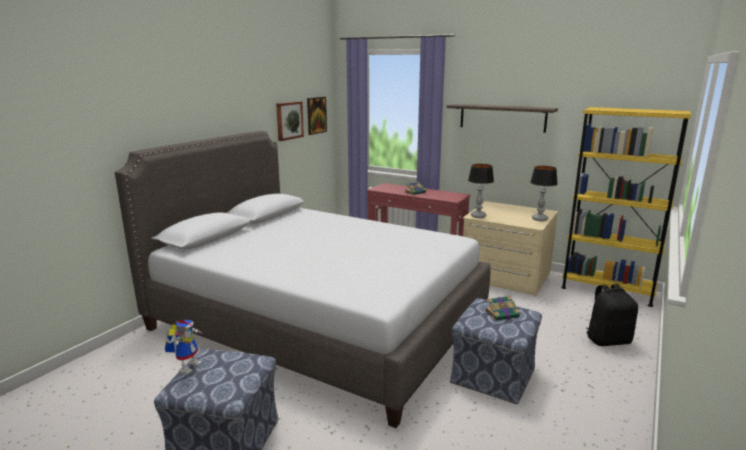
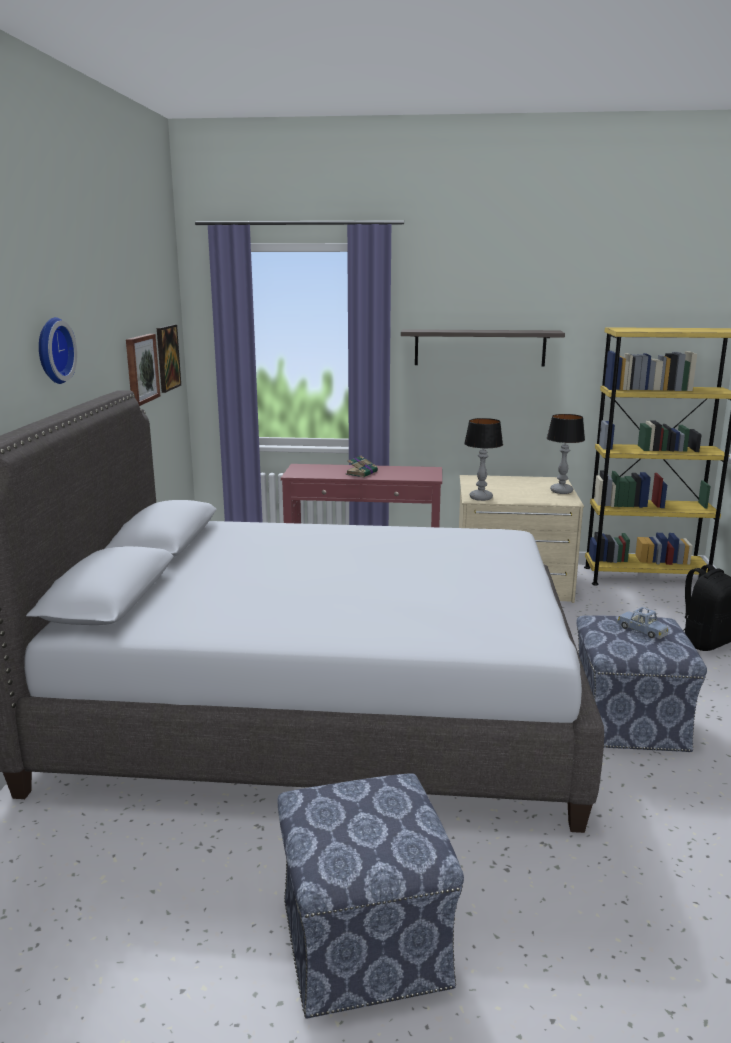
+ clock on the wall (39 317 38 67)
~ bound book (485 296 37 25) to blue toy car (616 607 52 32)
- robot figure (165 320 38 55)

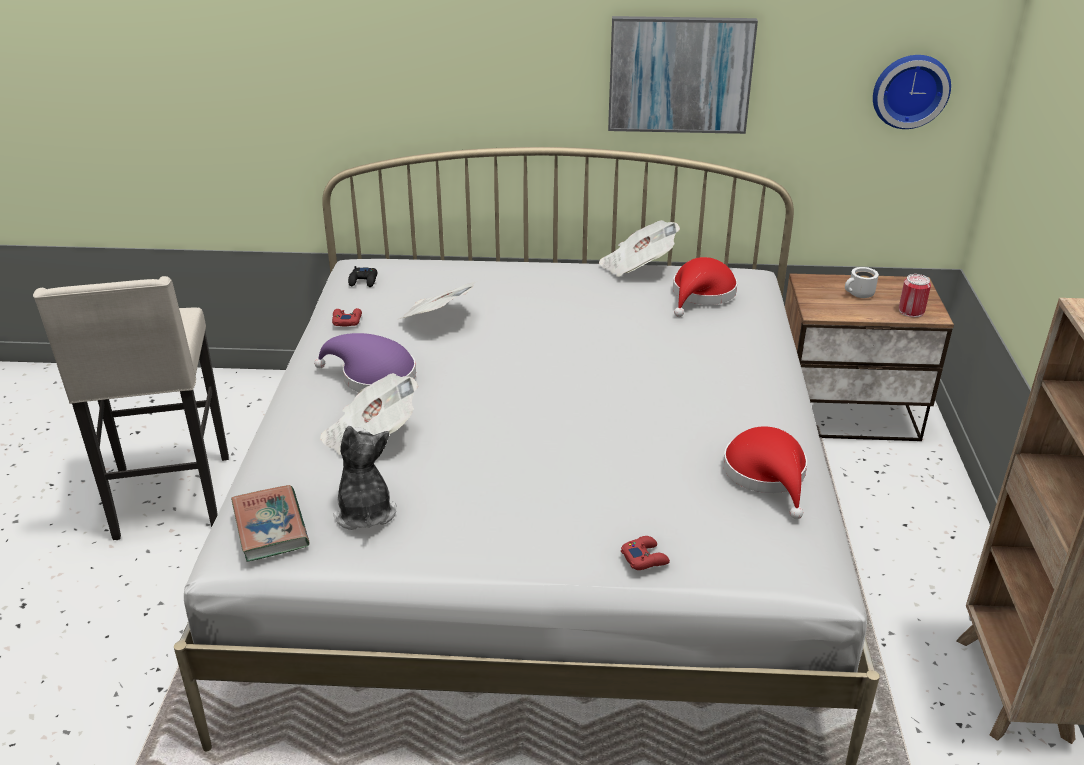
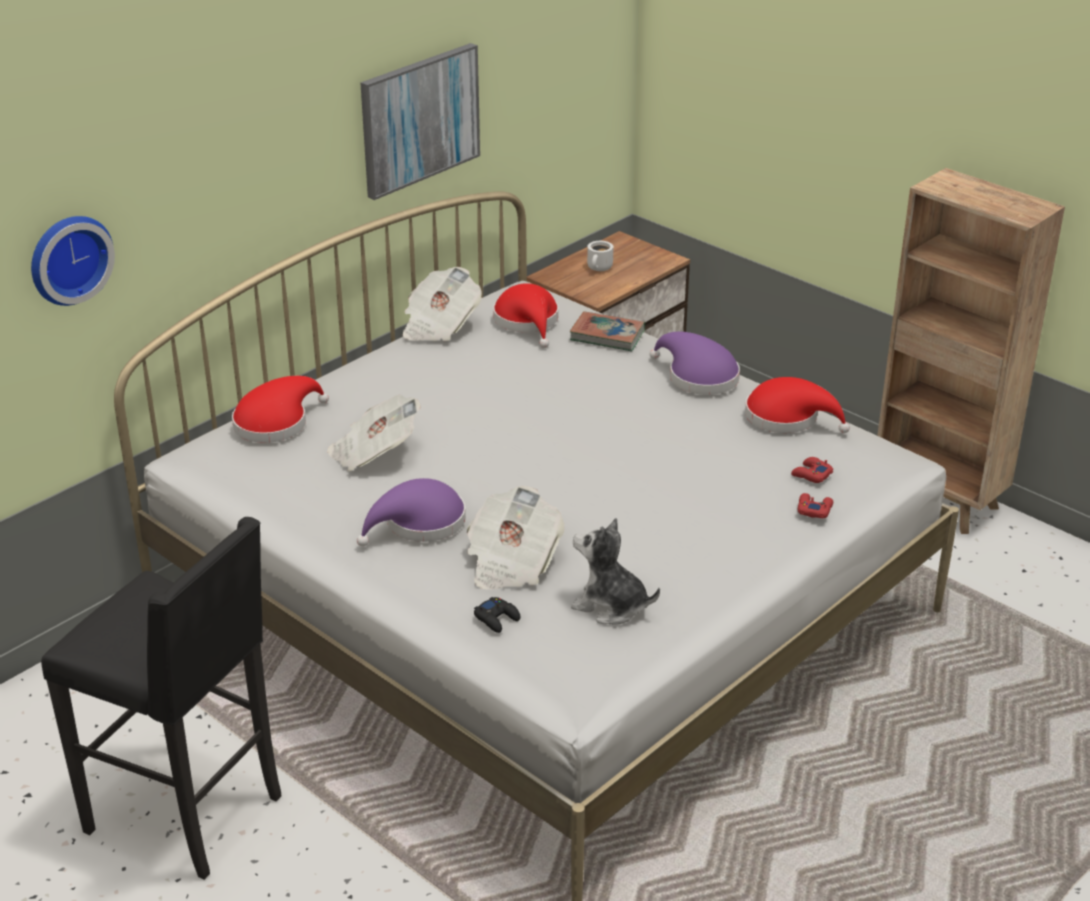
~ clock on the wall (873 55 78 74) to (31 216 84 90)
~ beige-coloured stool (33 276 196 264) to black-coloured stool (41 517 240 363)
+ red-coloured hat (232 376 97 67)
~ black-coloured joypad (348 266 29 21) to (474 597 46 36)
~ bound book (231 485 78 77) to (570 311 75 40)
+ purple-coloured hat (650 332 90 63)
~ red-coloured joypad (332 308 30 19) to (791 457 42 26)
- sealed can (899 274 32 43)

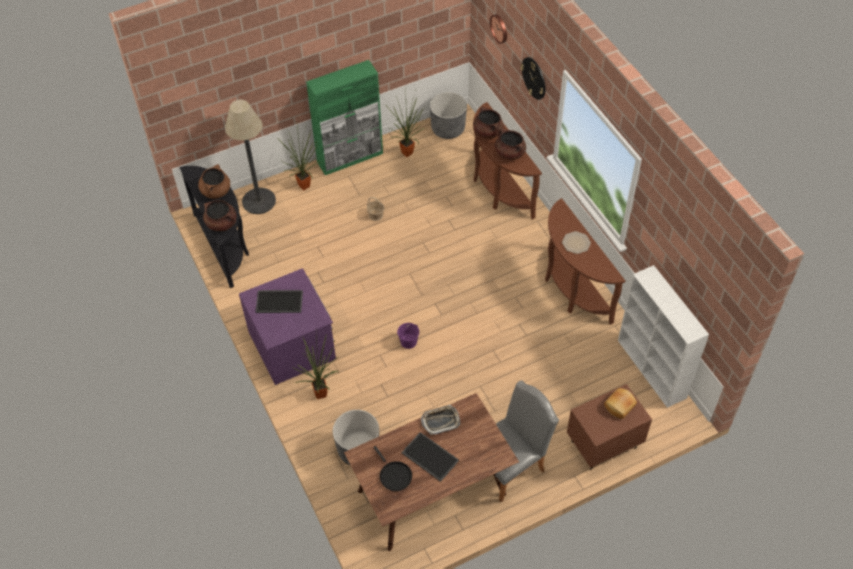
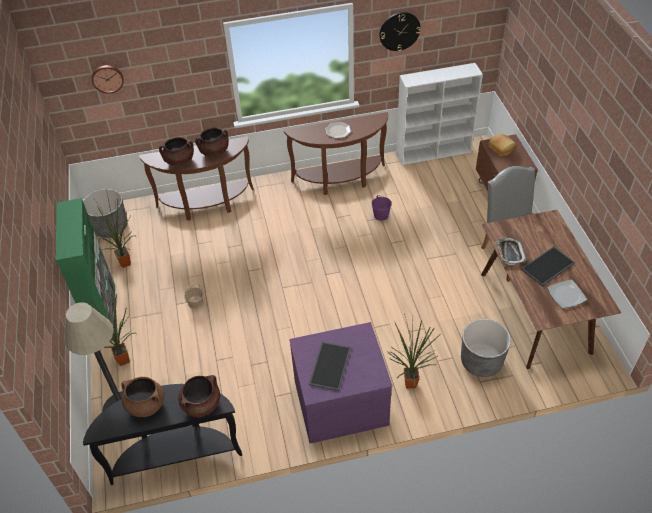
~ purple-coloured water bucket (397 323 22 26) to (372 196 20 25)
~ clock on the wall (521 57 25 43) to (379 12 42 39)
~ black-coloured skillet (373 446 39 45) to flat dish (547 280 40 28)

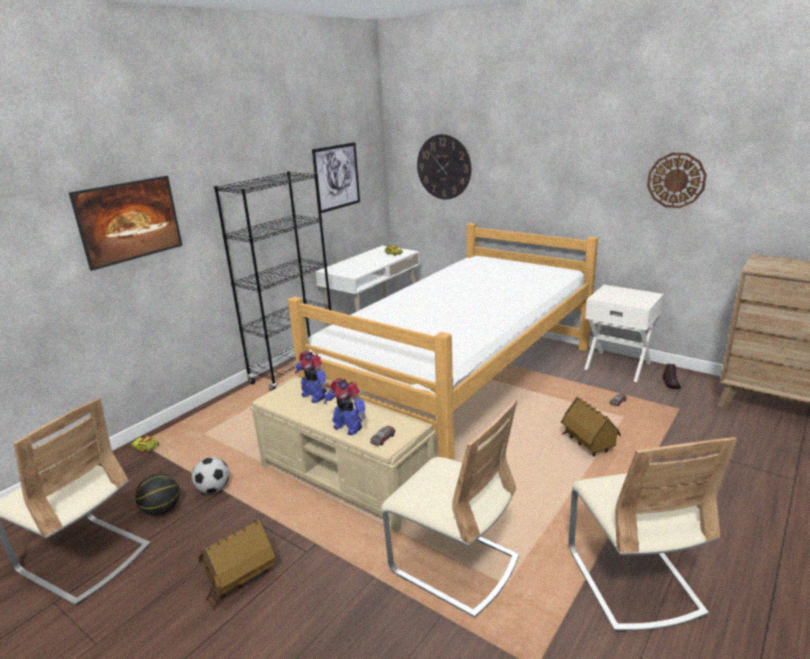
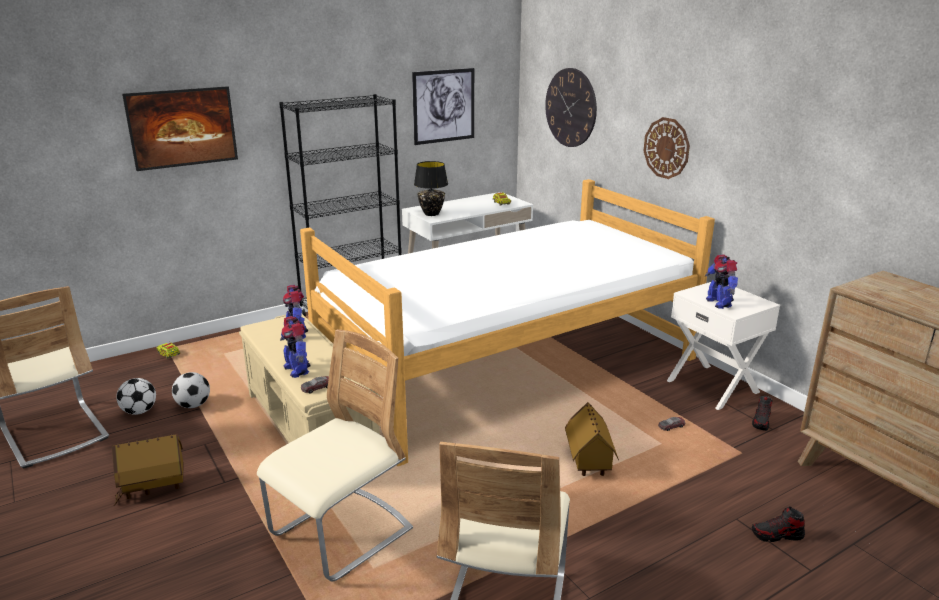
~ basketball ball (135 473 45 43) to football (116 378 40 37)
~ beige-coloured upright chair (381 400 138 218) = (257 329 156 252) 105 degrees counterclockwise
+ black-coloured table lamp (414 161 34 55)
~ clock on the wall (647 153 60 55) to (644 117 46 62)
+ robot figure (705 255 33 54)
+ shoe (752 506 53 36)

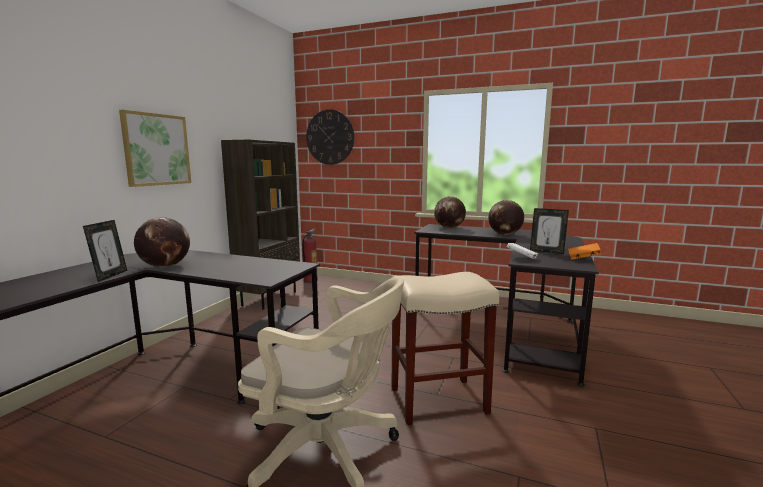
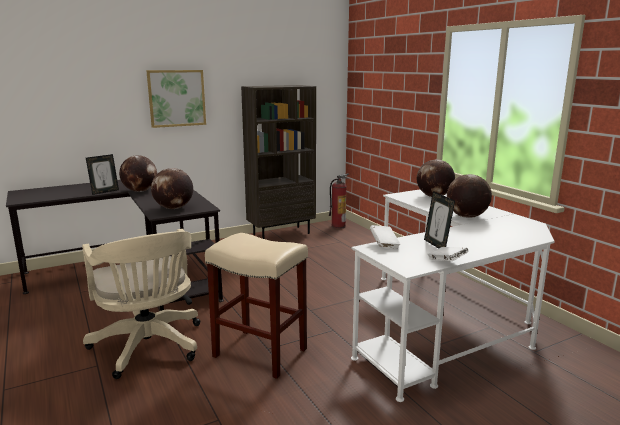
+ desk globe (151 168 42 41)
~ black-coloured desk unit (414 224 185 163) to whitish desk unit (351 189 203 213)
~ orange bound book (568 243 33 17) to whitish bound book (427 247 42 14)
- clock on the wall (306 109 48 56)

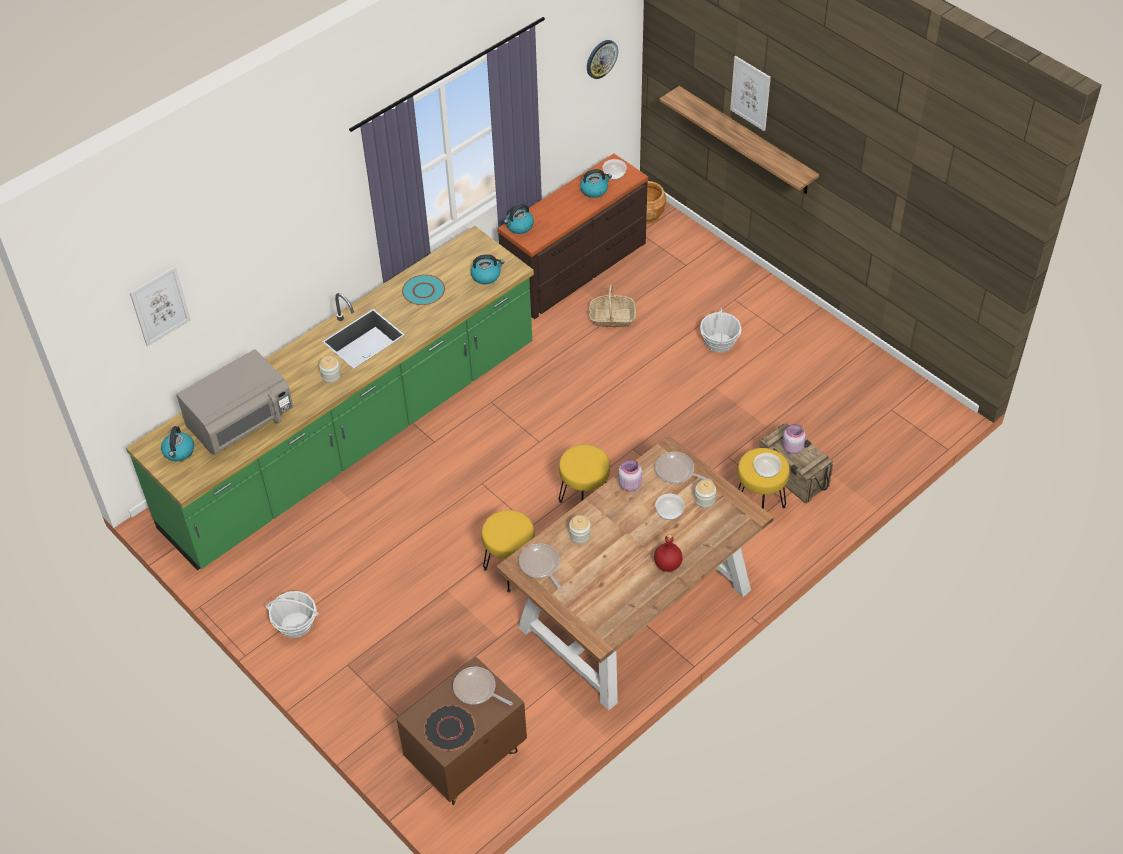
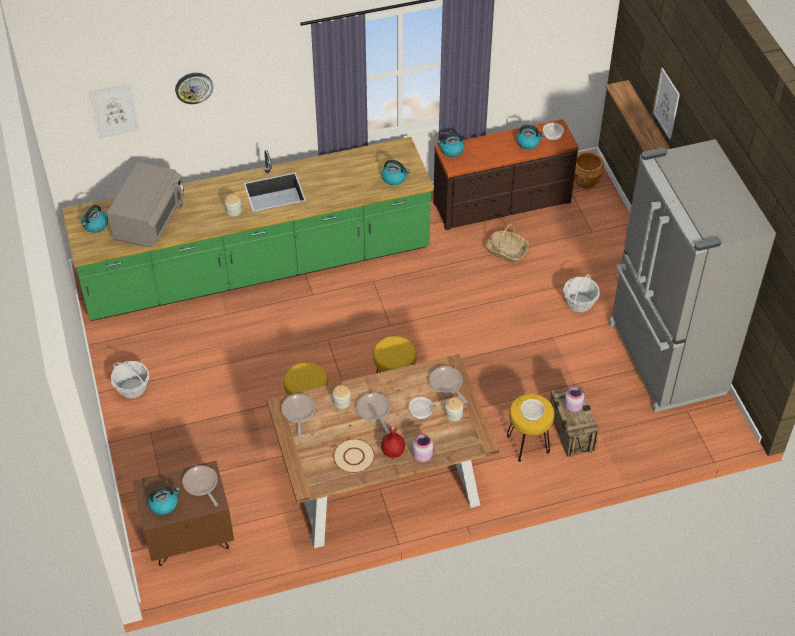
~ greyish kitchen microwave (176 349 117 106) = (107 162 77 86) 60 degrees counterclockwise
~ black-coloured flat dish (424 705 52 46) to tea kettle (148 487 32 28)
~ clock on the wall (587 40 31 39) to (175 73 38 31)
+ beige-coloured flat dish (333 439 42 34)
+ skillet (356 393 35 40)
~ pinkish preserve jar (618 459 24 32) to (412 434 21 28)
+ greyish refrigerator (608 139 168 274)
- turquoise-coloured flat dish (402 274 43 31)

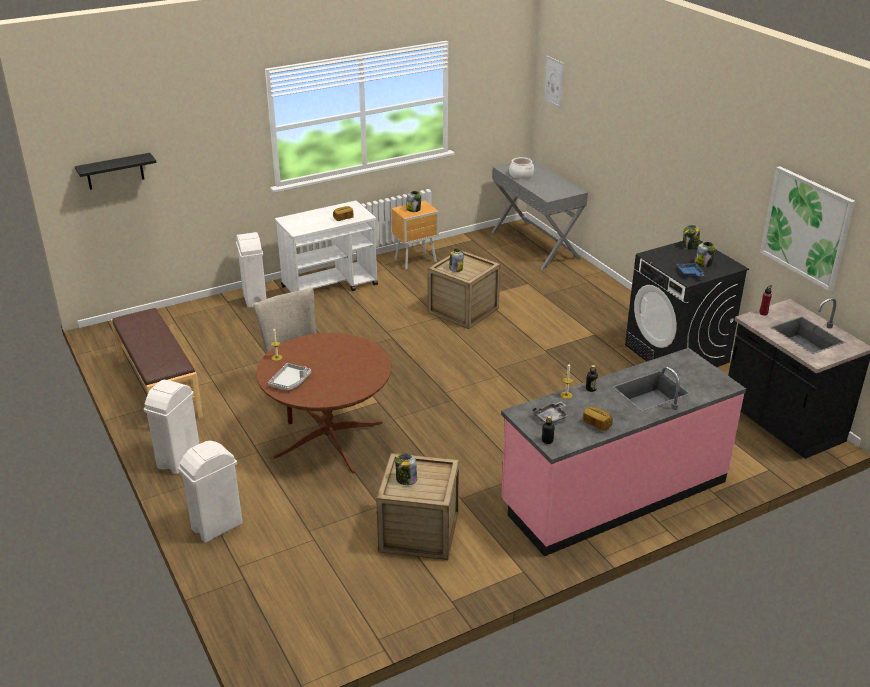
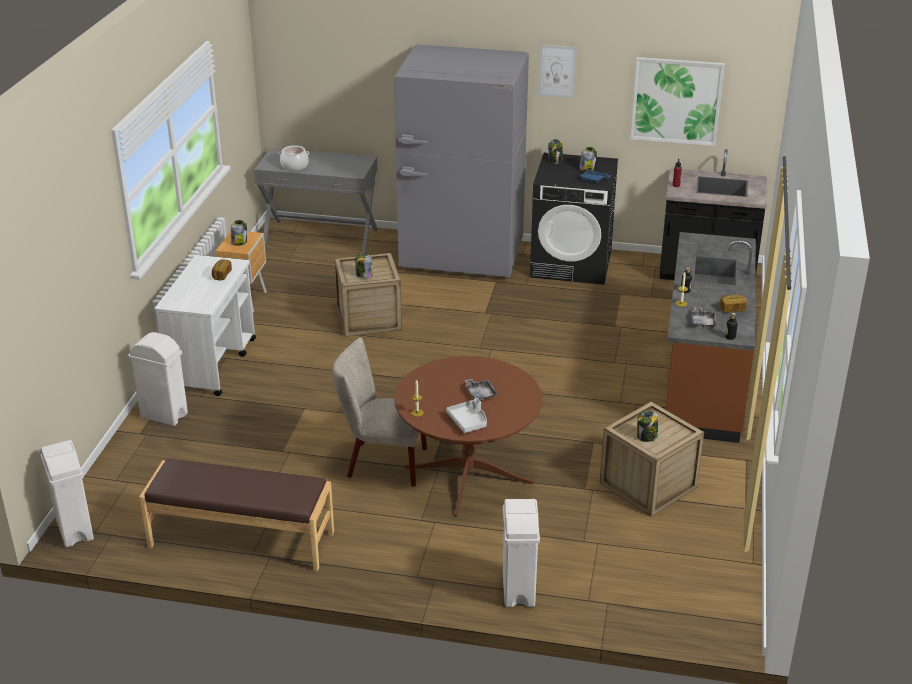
~ whitish rubbish bin (144 380 55 94) to (41 440 53 107)
+ greyish refrigerator (394 44 135 233)
+ greyish serving tray (465 379 33 22)
~ wall picture (543 55 21 54) to (538 45 39 53)
~ pinkish kitchen counter (501 348 245 208) to brownish kitchen counter (666 232 90 211)
- black-coloured bracket shelf (75 153 82 37)

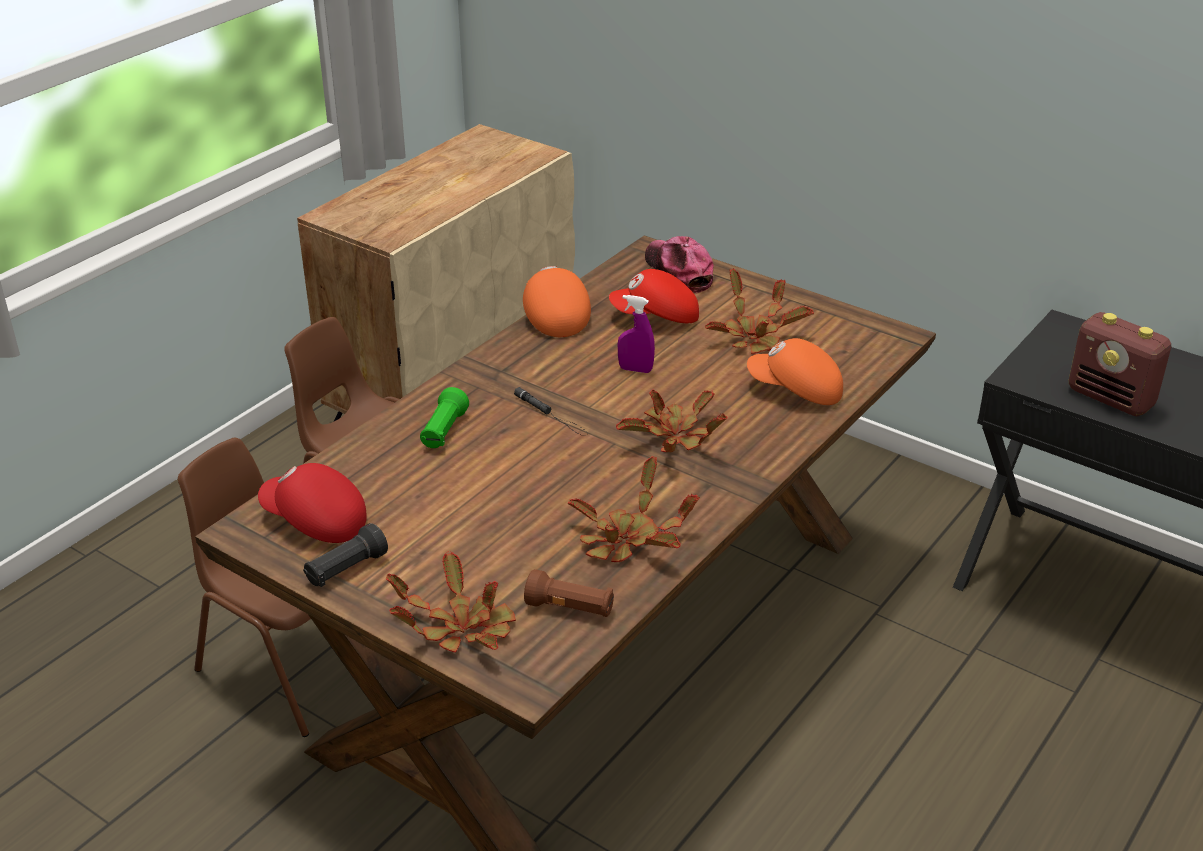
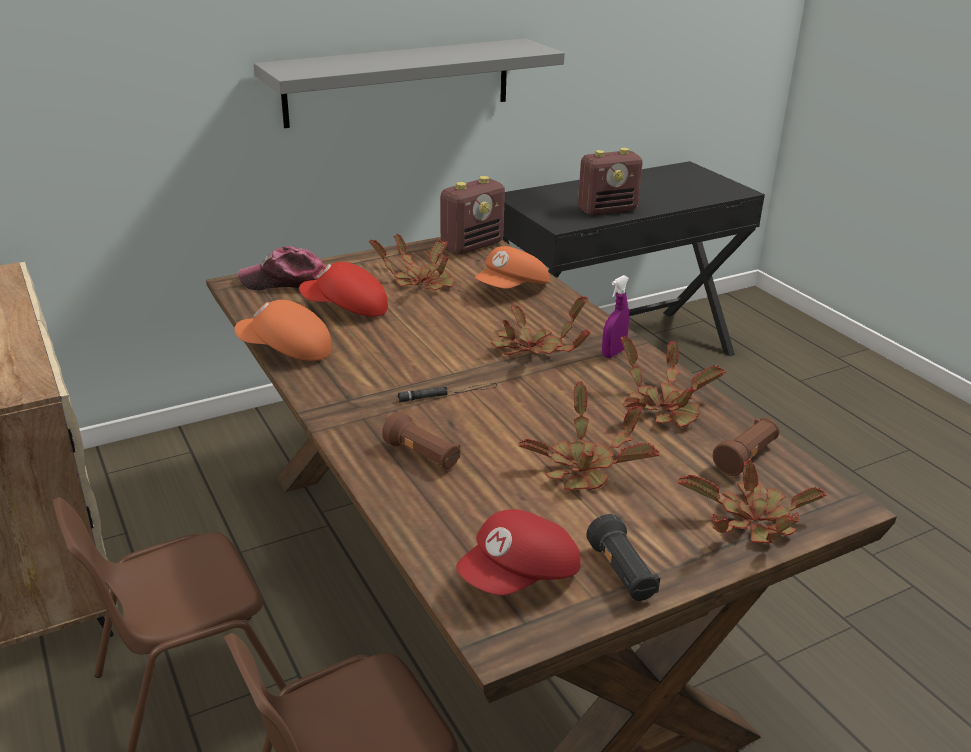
+ greyish bracket shelf (254 38 311 90)
~ red-coloured cap (609 269 90 54) = (299 262 89 55) 75 degrees clockwise
~ greenish torch (420 387 49 61) to brownish torch (382 412 78 57)
+ radio receiver (440 176 65 79)
+ potted plant (518 381 141 109)
~ purple-coloured spray bottle (618 295 37 78) to (602 275 27 83)

